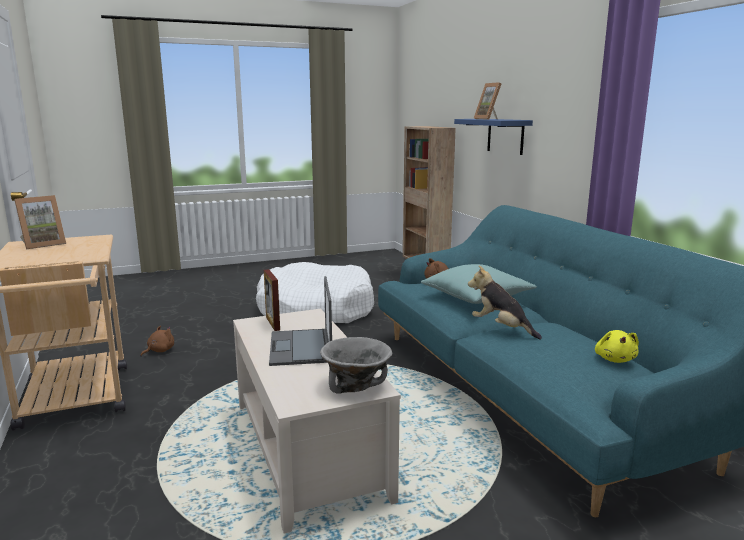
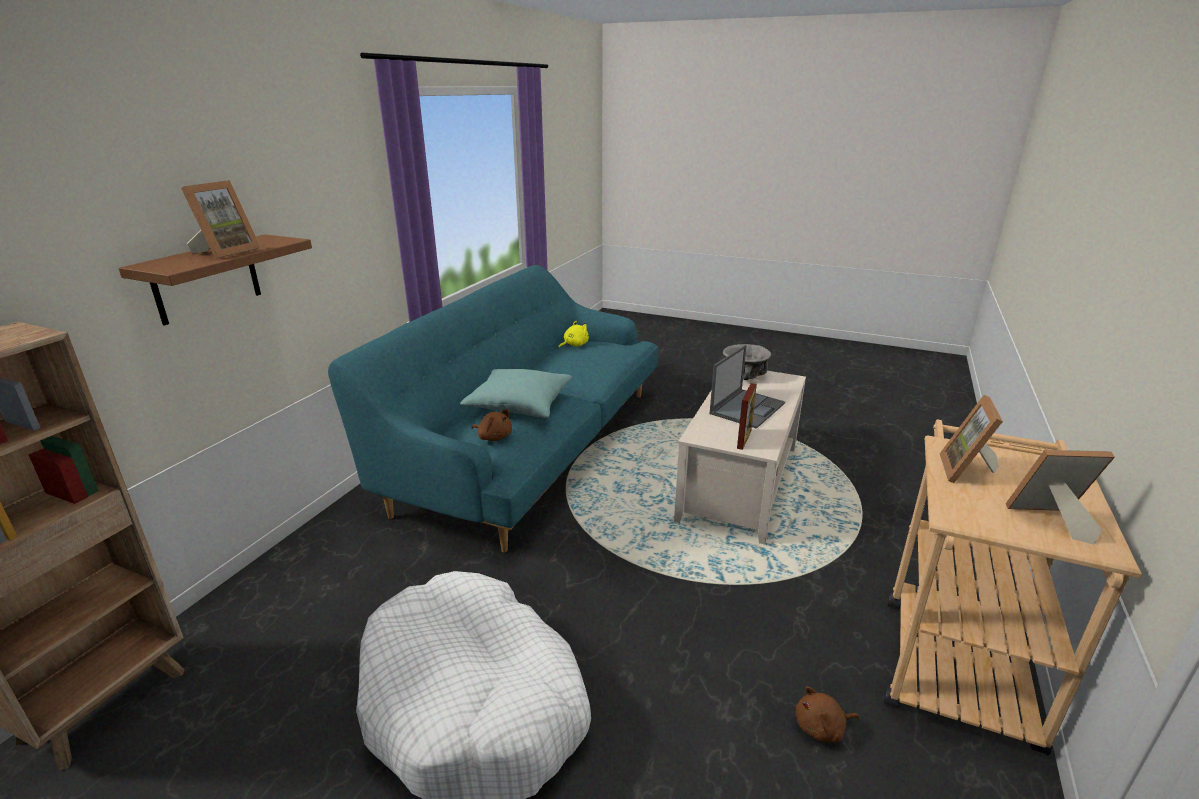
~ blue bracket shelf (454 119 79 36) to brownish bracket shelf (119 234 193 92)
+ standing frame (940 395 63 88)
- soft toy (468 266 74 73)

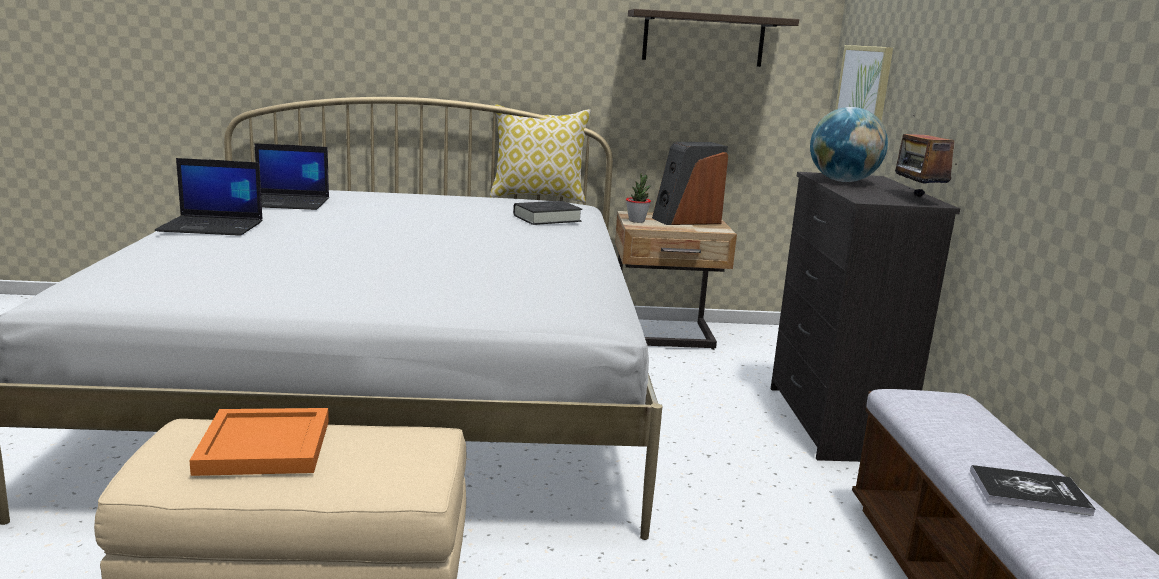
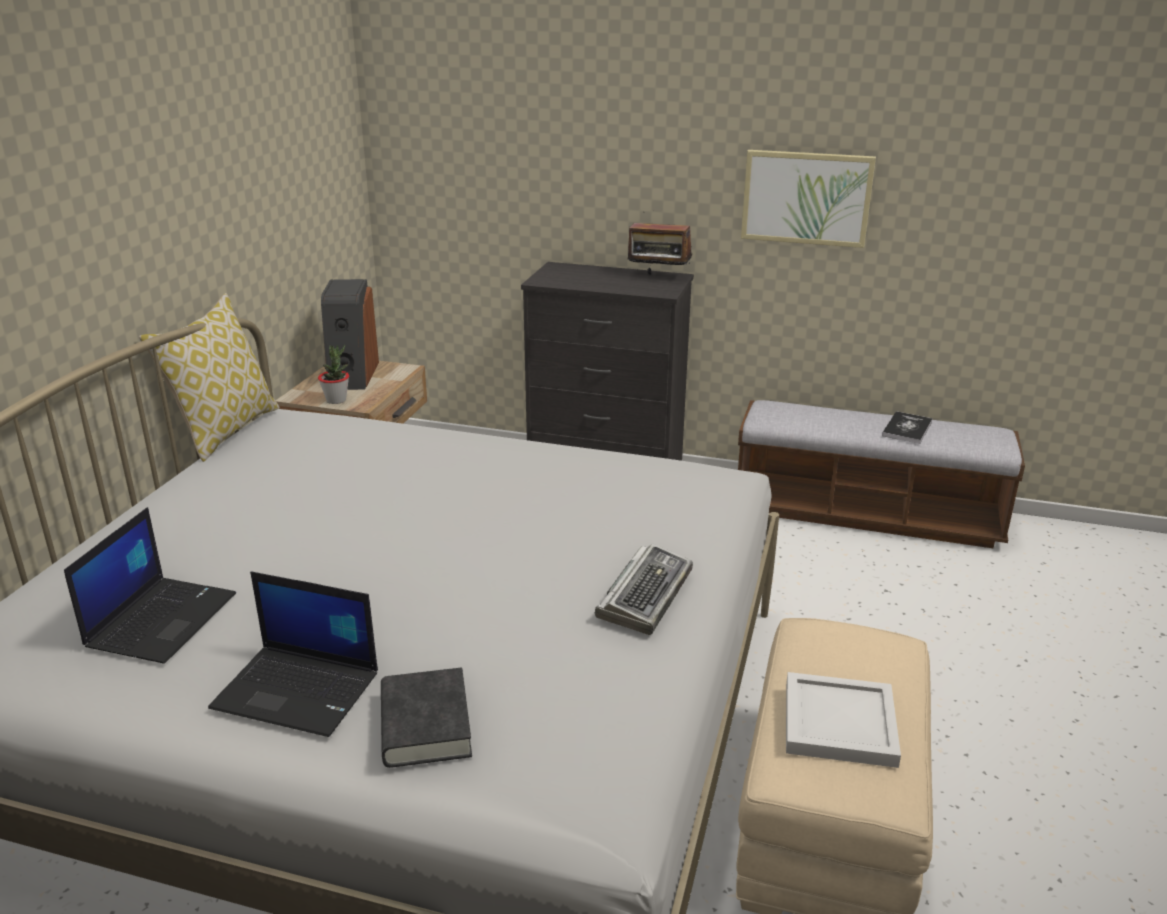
~ notebook computer (155 158 108 78) = (208 572 170 165) 90 degrees clockwise
~ black-coloured bound book (513 201 69 24) to (381 668 91 100)
+ keyboard (595 543 98 92)
~ wall picture (835 45 58 76) to (741 150 135 98)
~ orange serving tray (189 408 140 68) to whitish serving tray (786 672 115 96)
- bracket shelf (628 9 171 58)
- desk globe (810 107 78 75)

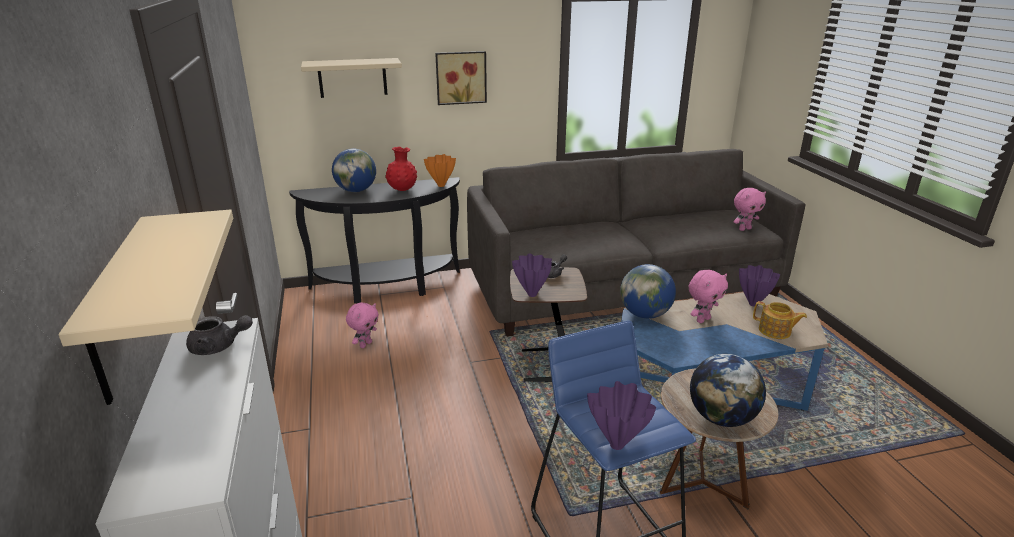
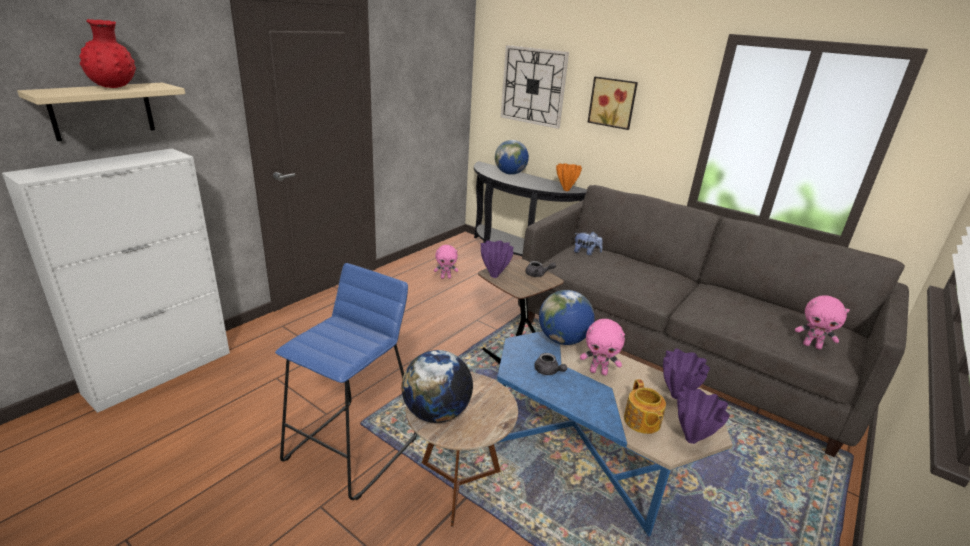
~ red-coloured decorative vase (385 147 32 44) to (79 19 57 69)
~ beige-coloured bracket shelf (301 58 101 40) to clock on the wall (501 45 68 84)
~ greyish teapot (186 315 67 40) to (534 353 33 22)
+ soft toy (574 232 29 23)
~ purple-coloured decorative vase (587 381 69 69) to (677 386 53 58)

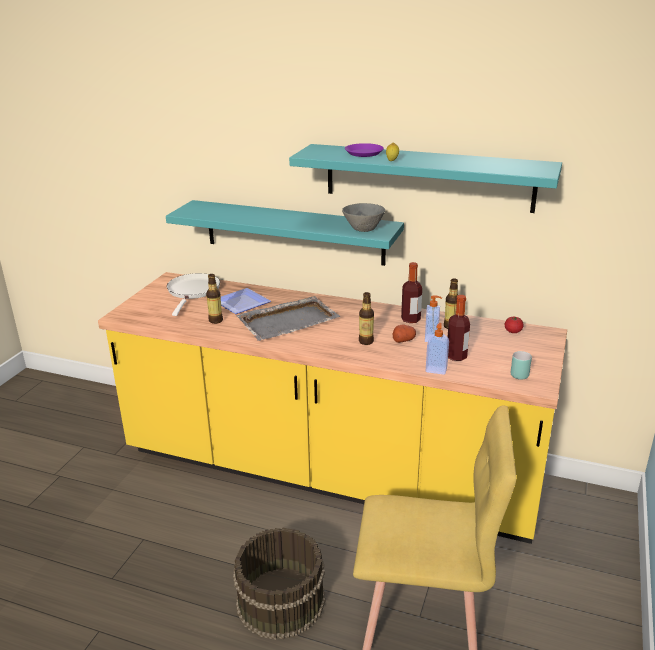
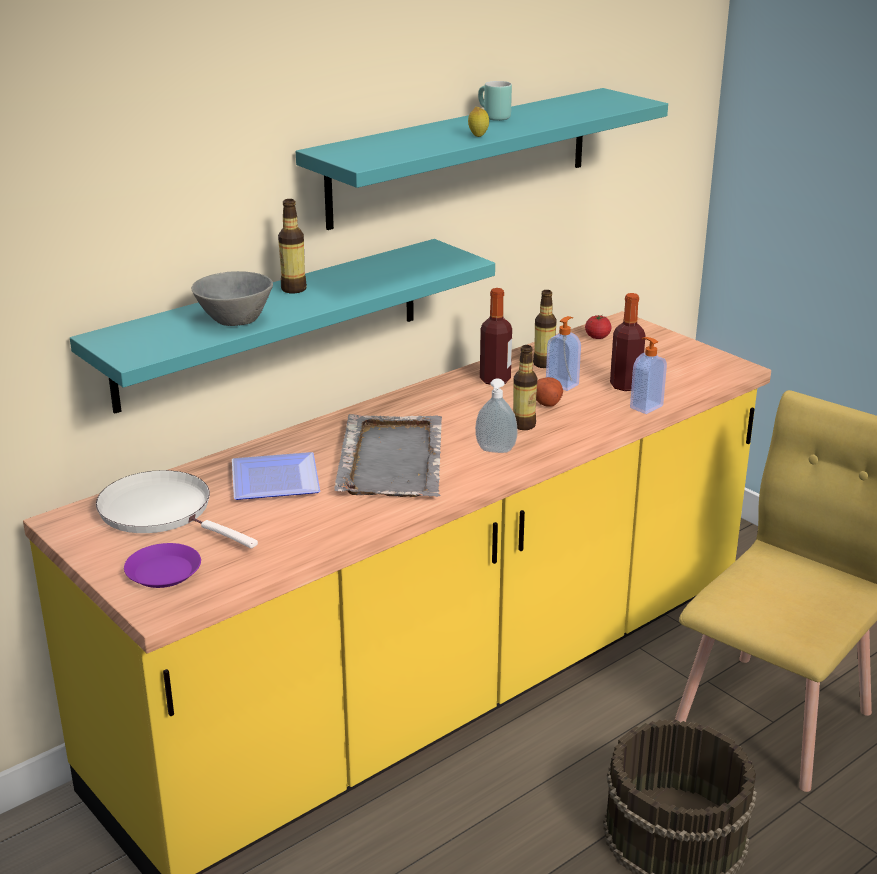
~ purple-coloured flat dish (345 143 39 14) to (124 543 77 45)
~ greyish deep dish (342 203 43 29) to (192 271 81 55)
~ drink bottle (206 274 17 50) to (278 199 29 94)
+ soap bottle (475 379 43 74)
~ turquoise-coloured coffee mug (511 351 21 29) to (478 81 34 40)

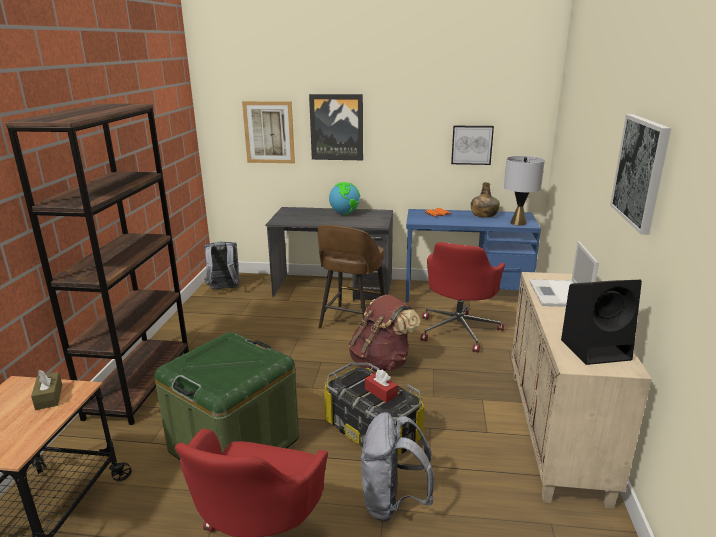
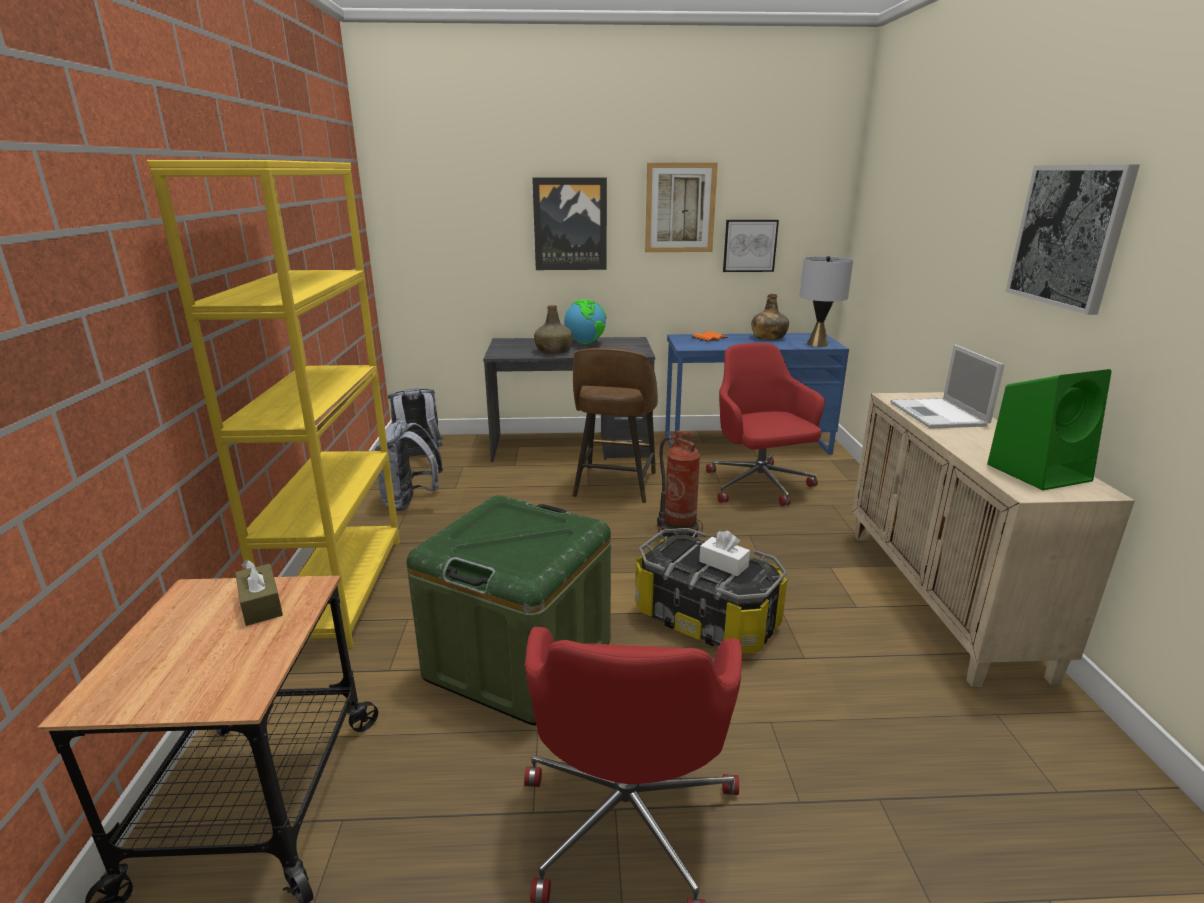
~ brownish bookshelf (5 104 184 321) to yellow-coloured bookshelf (147 160 253 488)
~ greyish knapsack (361 412 73 110) to (374 422 69 89)
+ greenish drink bottle (534 305 39 49)
~ wall picture (242 101 53 62) to (645 163 73 89)
~ brownish knapsack (348 295 72 76) to extinguisher (657 430 46 108)
~ red-coloured box of tissues (365 370 33 33) to whitish box of tissues (699 531 51 45)
~ red-coloured office chair (421 242 84 111) = (706 343 119 163) 150 degrees clockwise
~ black-coloured loudspeaker (561 280 81 85) to greenish loudspeaker (987 369 124 121)

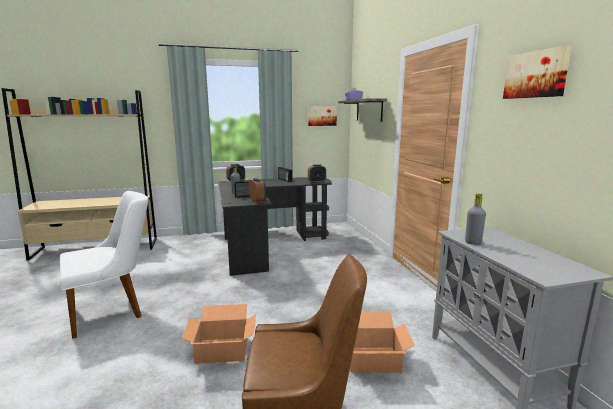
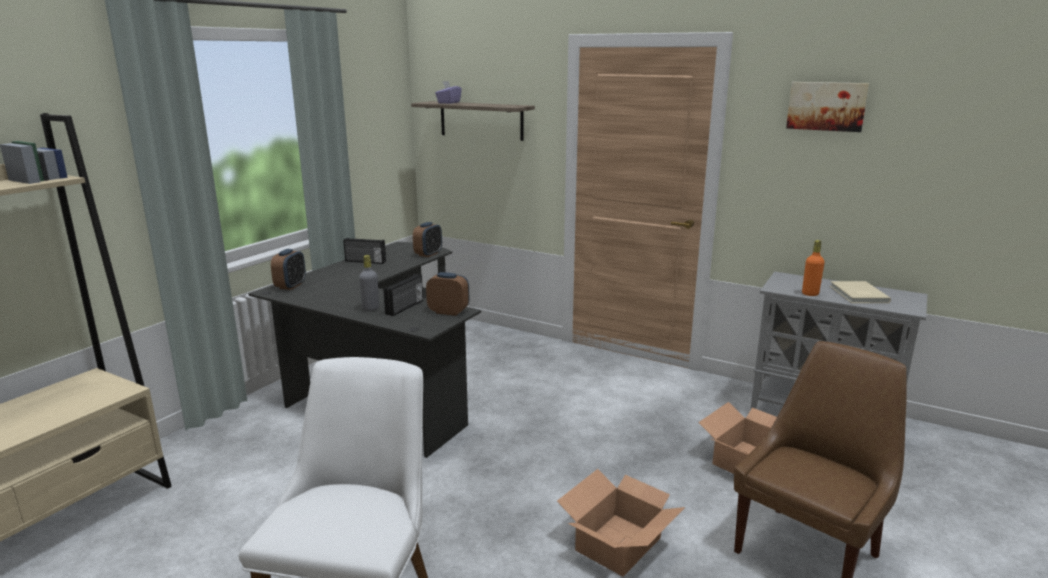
~ greyish drink bottle (465 193 21 52) to orange drink bottle (802 240 23 56)
+ beige-coloured bound book (830 281 61 22)
- wall picture (308 106 29 20)

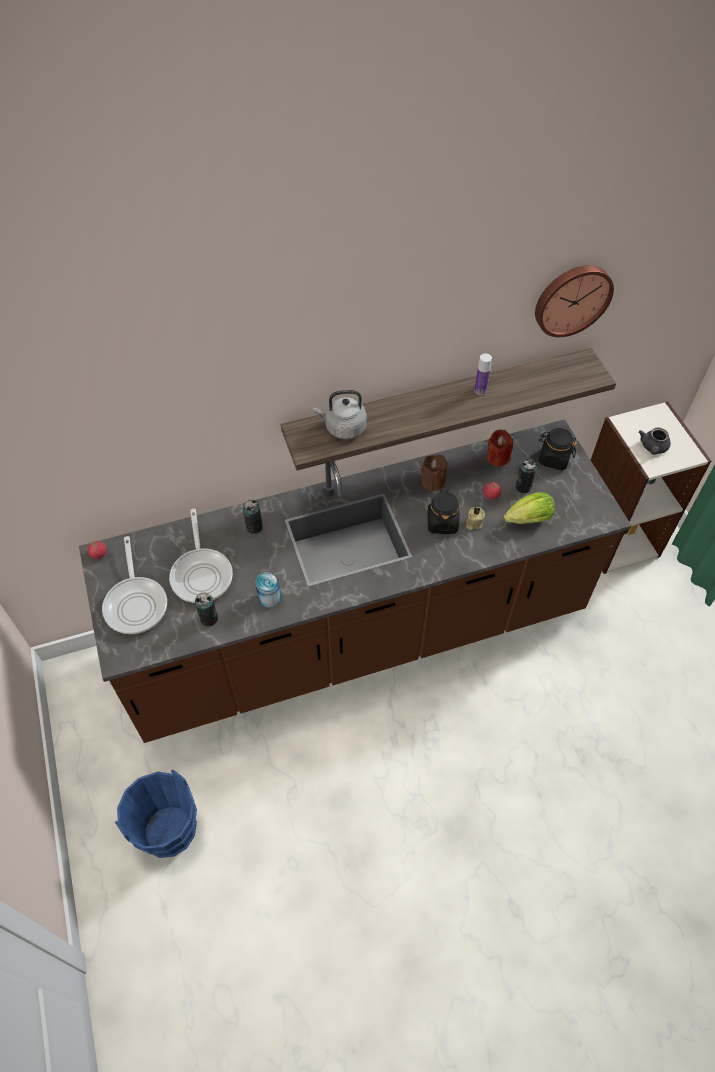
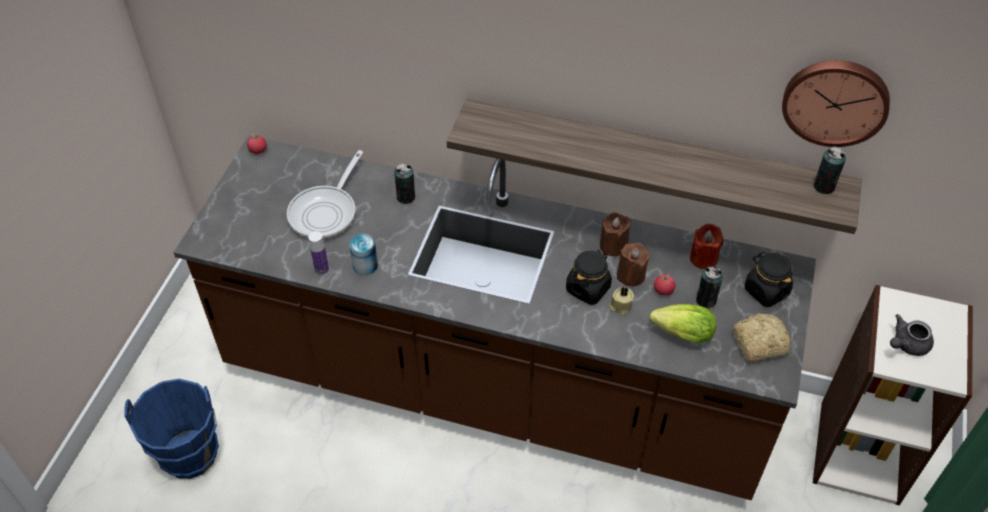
~ drink bottle (474 353 18 42) to (308 231 21 44)
+ brownish wax light (617 243 33 43)
+ bread (733 313 57 49)
~ sealed can (195 592 23 35) to (814 147 32 47)
- skillet (102 536 65 98)
- greyish tea kettle (313 390 54 49)

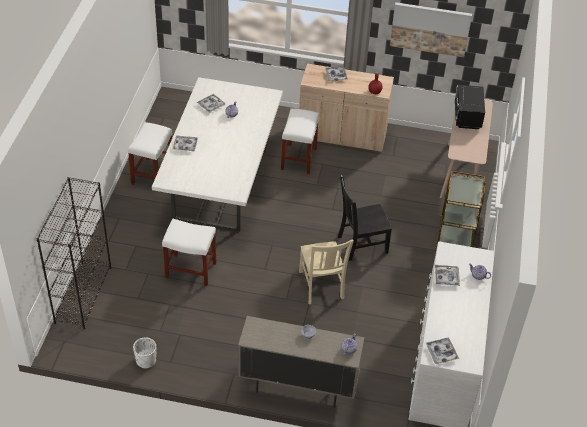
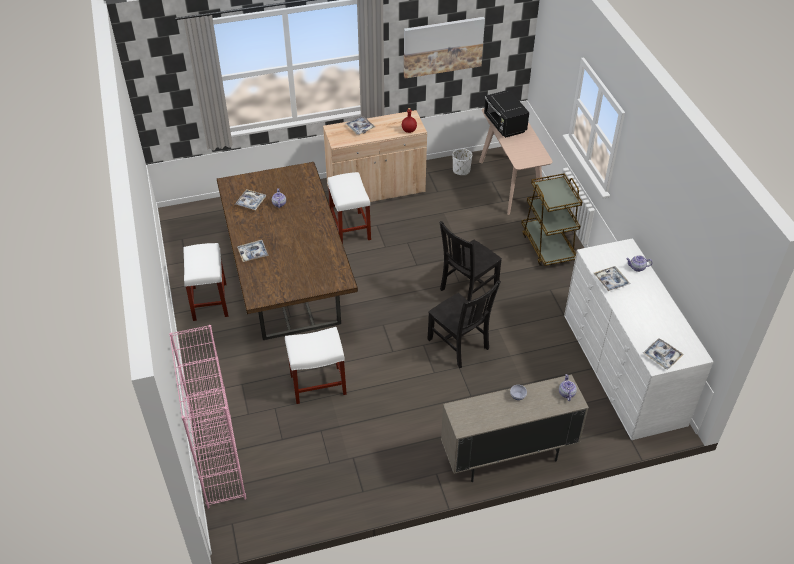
~ black-coloured bookshelf (37 177 74 152) to pinkish bookshelf (169 325 77 184)
~ whitish kitchen table (152 77 131 154) to brownish kitchen table (217 162 141 178)
~ beige-coloured upright chair (299 240 55 64) to black-coloured upright chair (427 281 74 87)
~ whitish planter (133 337 23 32) to (453 148 19 27)

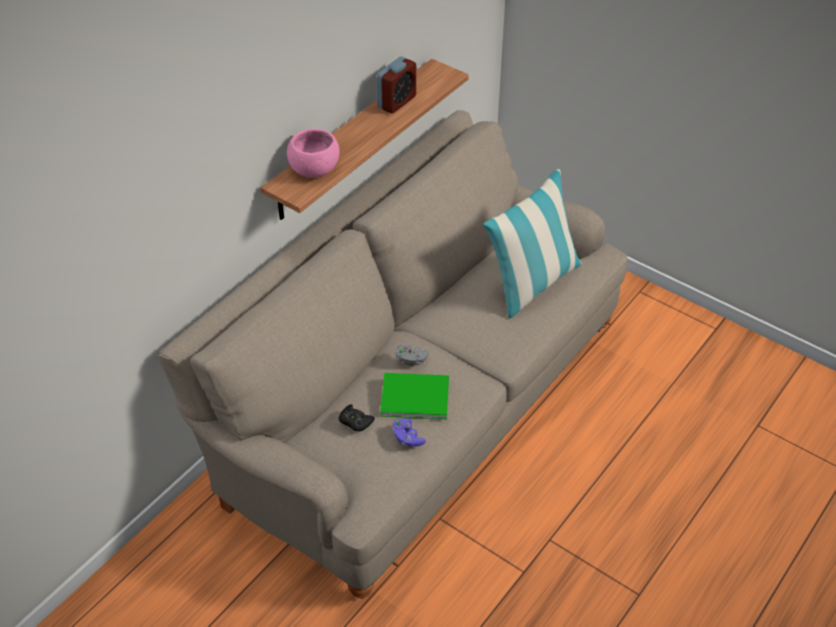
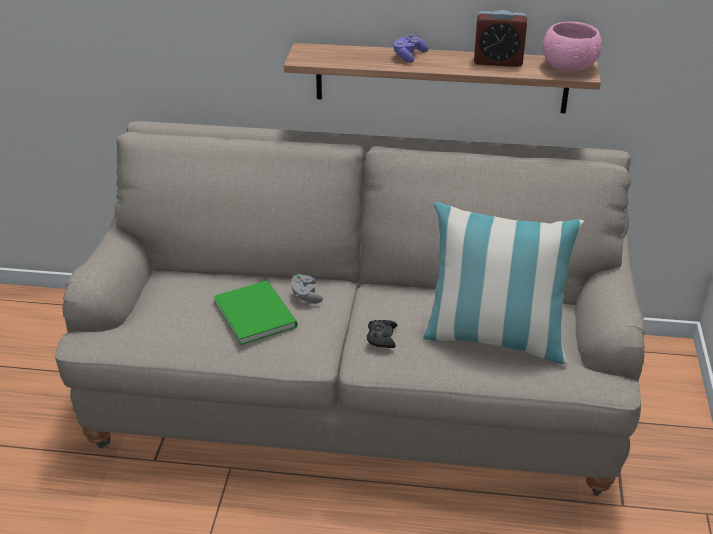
~ black-coloured joypad (339 404 36 27) to (367 320 30 28)
~ purple-coloured joypad (392 419 34 28) to (393 34 35 29)
~ pinkish deep dish (287 129 52 49) to (543 21 59 51)

